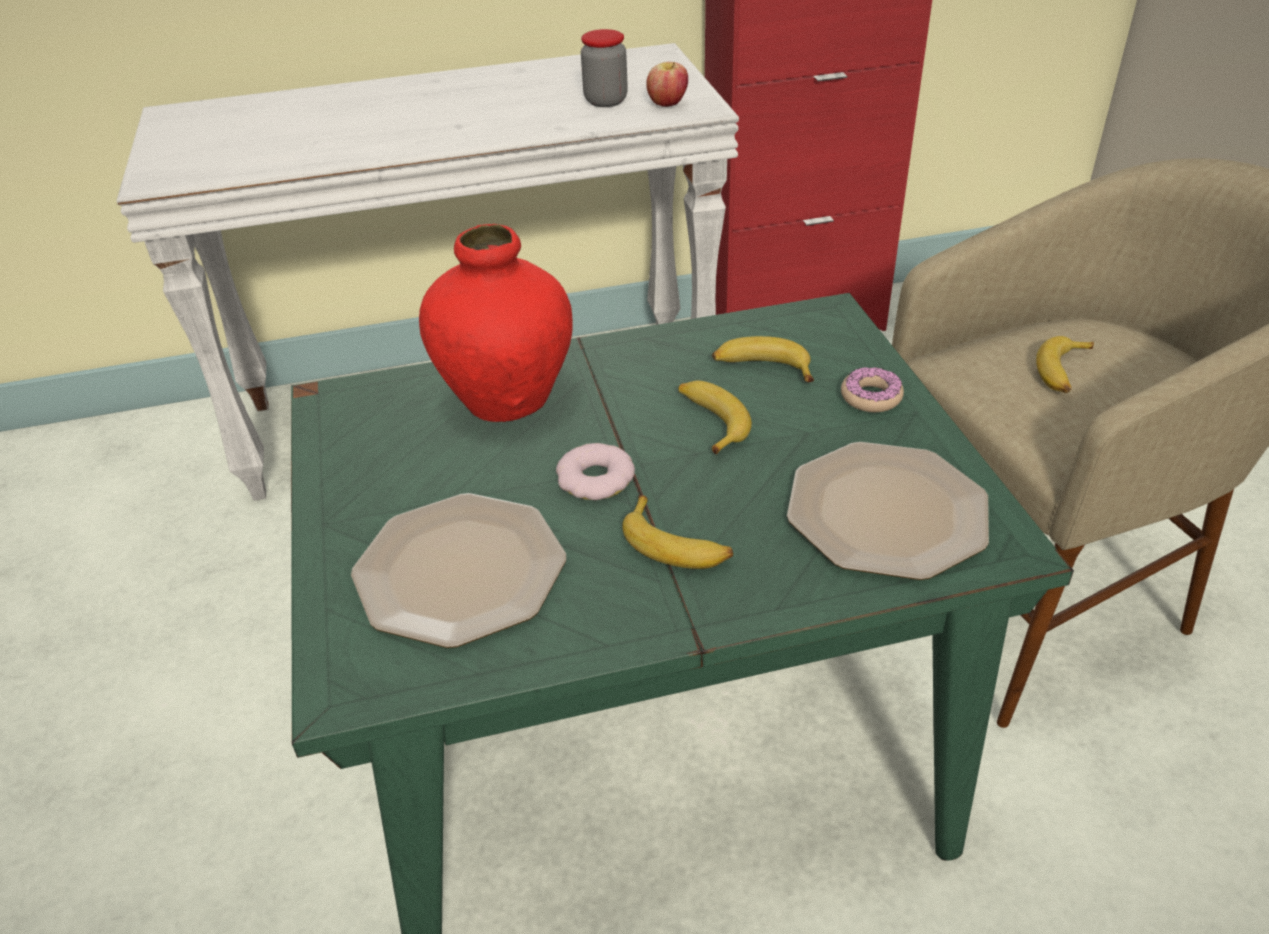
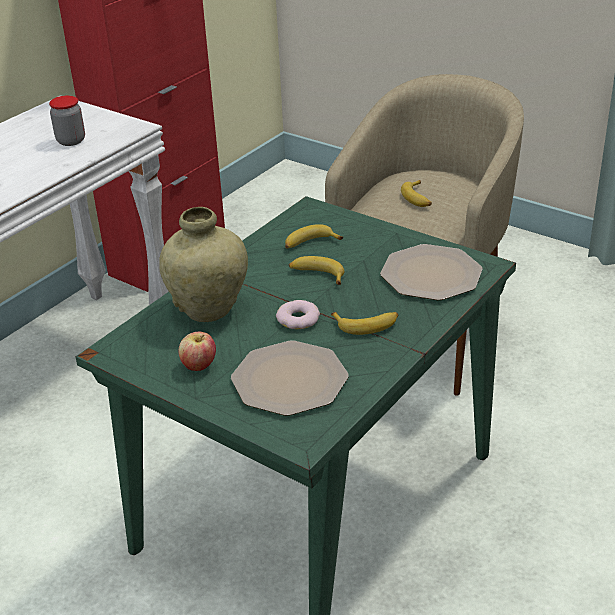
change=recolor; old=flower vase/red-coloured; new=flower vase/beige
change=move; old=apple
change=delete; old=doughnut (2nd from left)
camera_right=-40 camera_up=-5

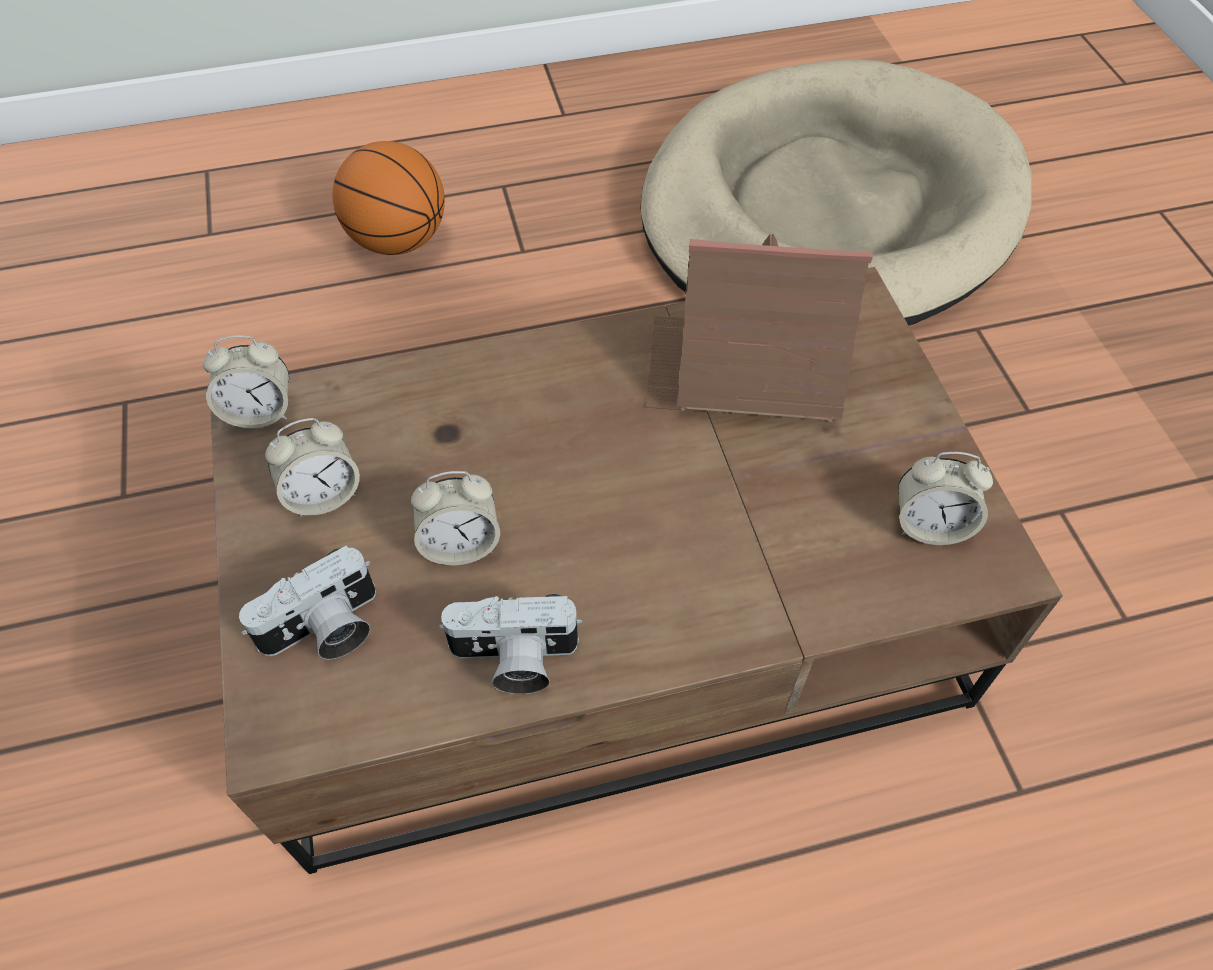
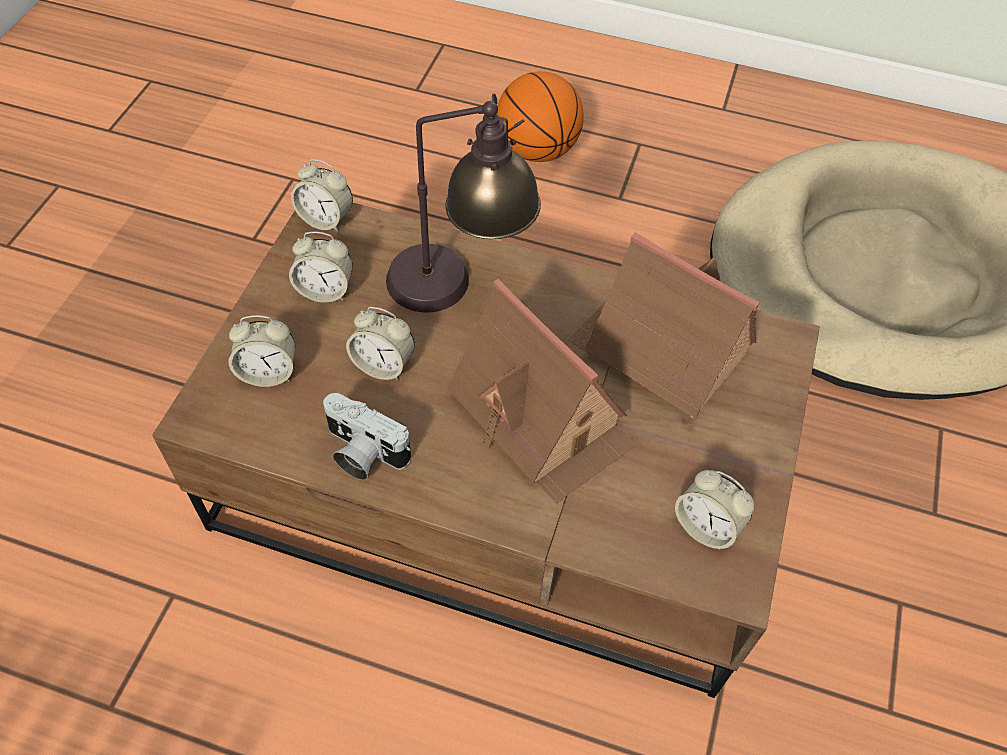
change=replace; old=still camera (1st from left); new=table clock (1st from left)
change=insert; new=lamp for a table
change=insert; new=miniature house (1st from left)
camera_right=30 camera_up=0

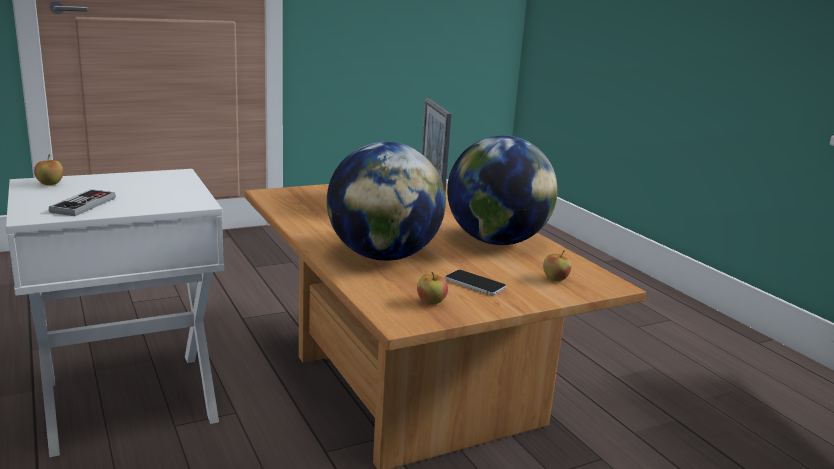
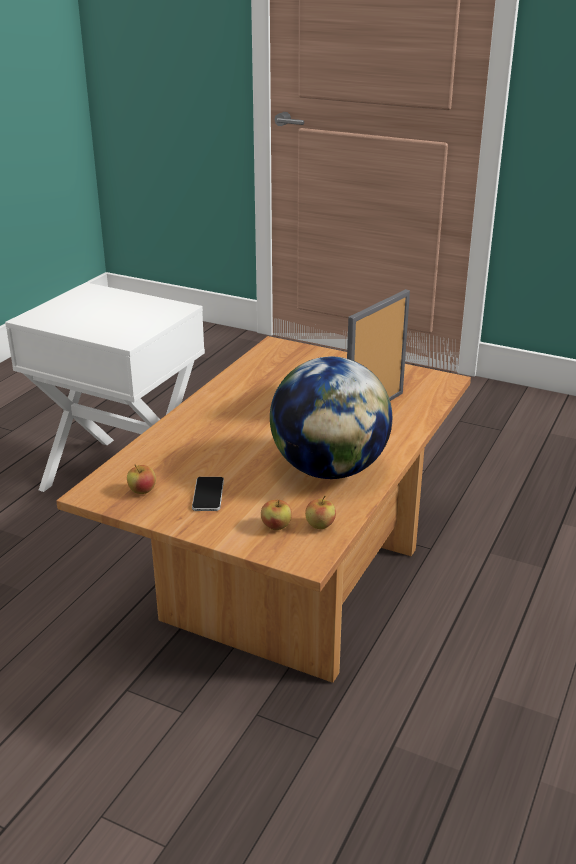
change=move; old=apple (1st from left in the first image); new=apple (3rd from left)
change=delete; old=joypad
change=delete; old=globe (1st from left)
camera_right=55 camera_up=10

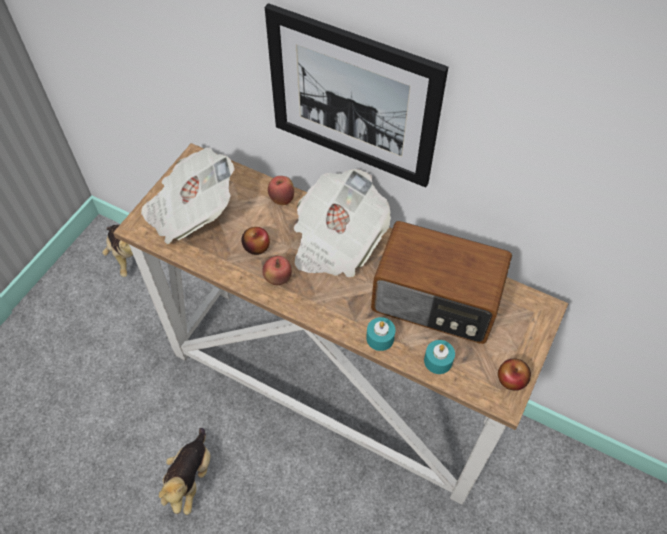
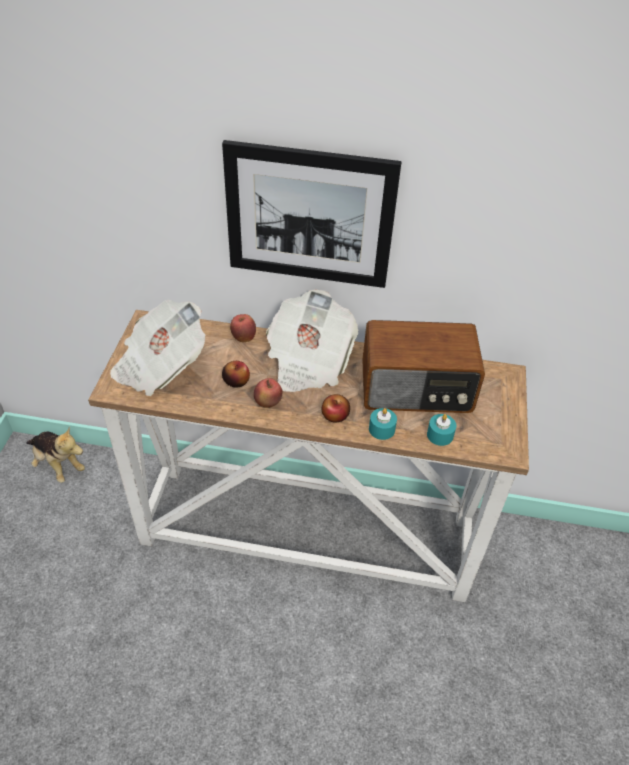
change=delete; old=plush toy (2nd from left)
change=move; old=apple (4th from left)
camera_right=-20 camera_up=-10

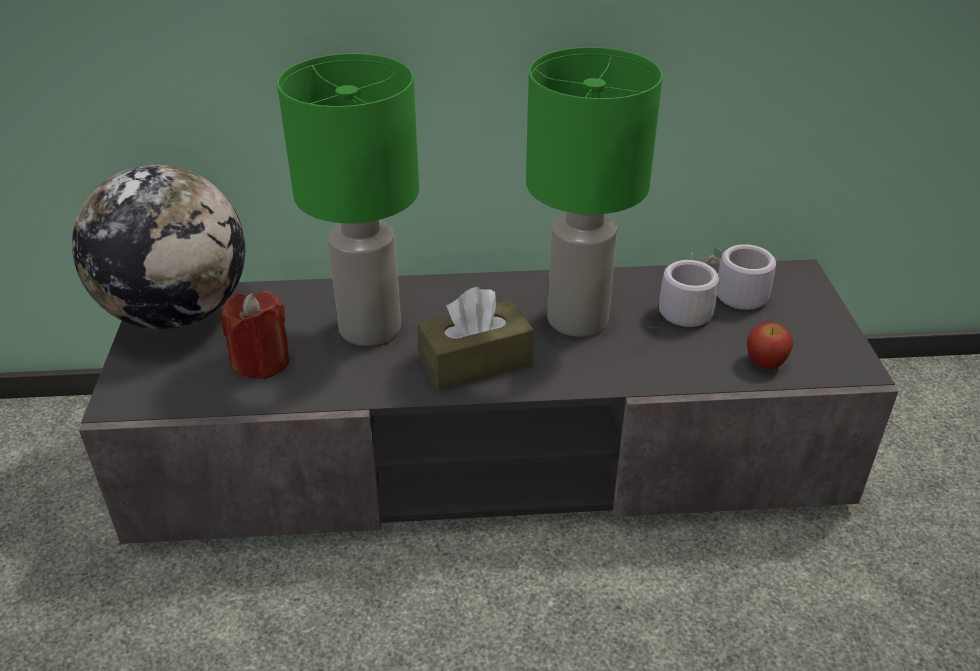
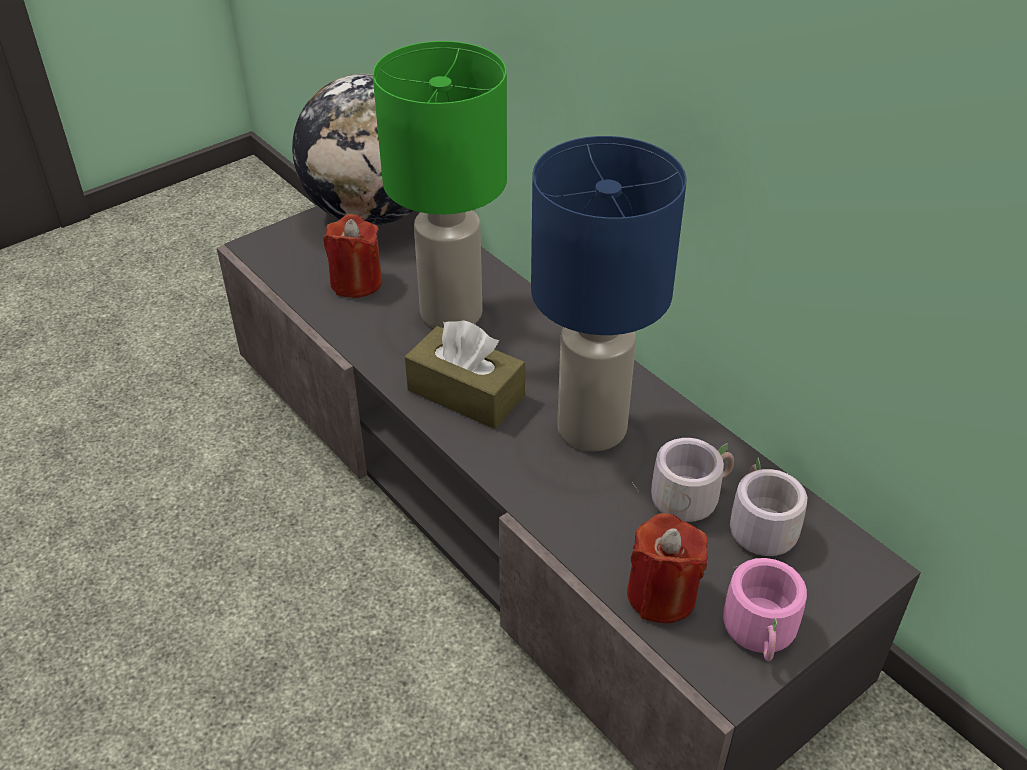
change=recolor; old=lamp for a table/green-coloured (2nd from left); new=lamp for a table/bluish
change=replace; old=apple; new=wax light/red-coloured (2nd from left)
change=insert; new=mug/pink
camera_right=55 camera_up=5

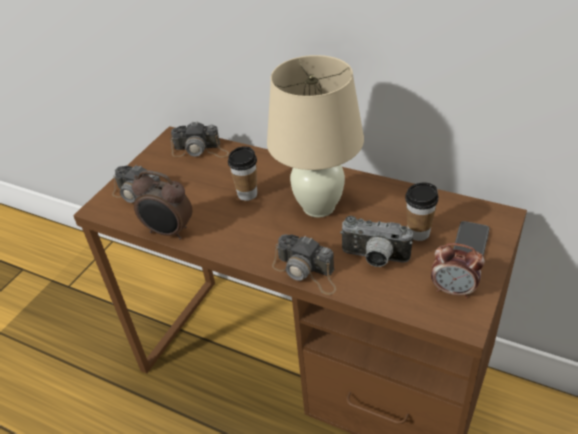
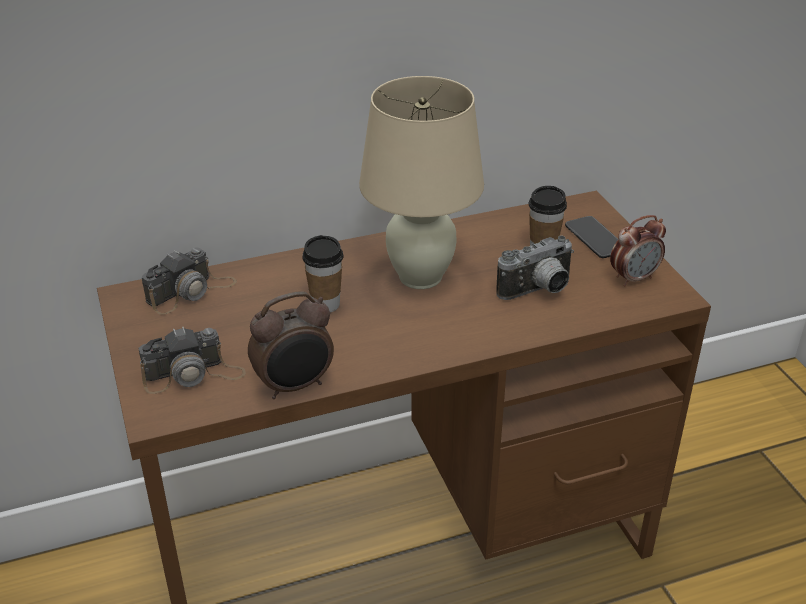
change=delete; old=still camera (3rd from left)
camera_right=-50 camera_up=-5

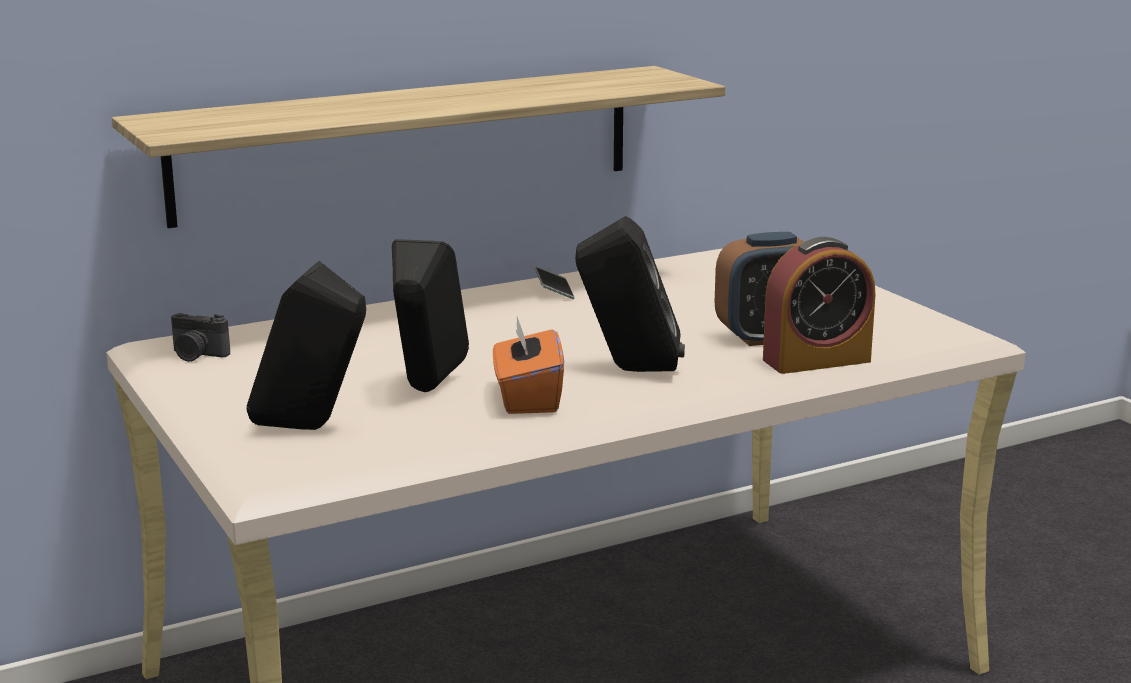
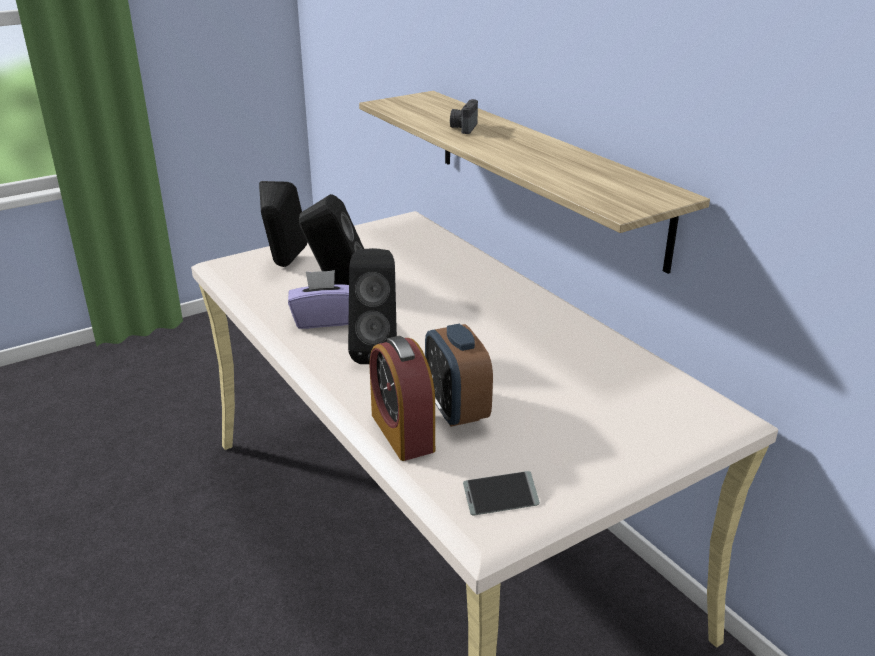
change=move; old=still camera
change=recolor; old=tissue holder/orange-coloured; new=tissue holder/purplish
change=move; old=telephone
camera_right=85 camera_up=10

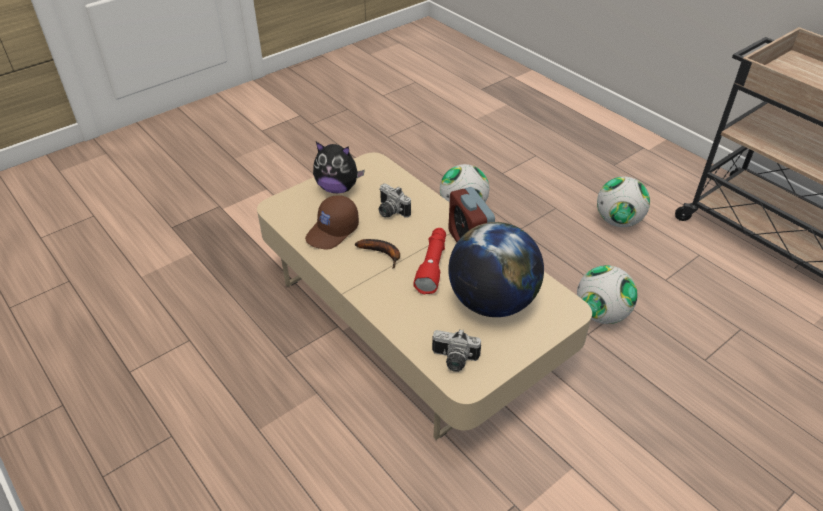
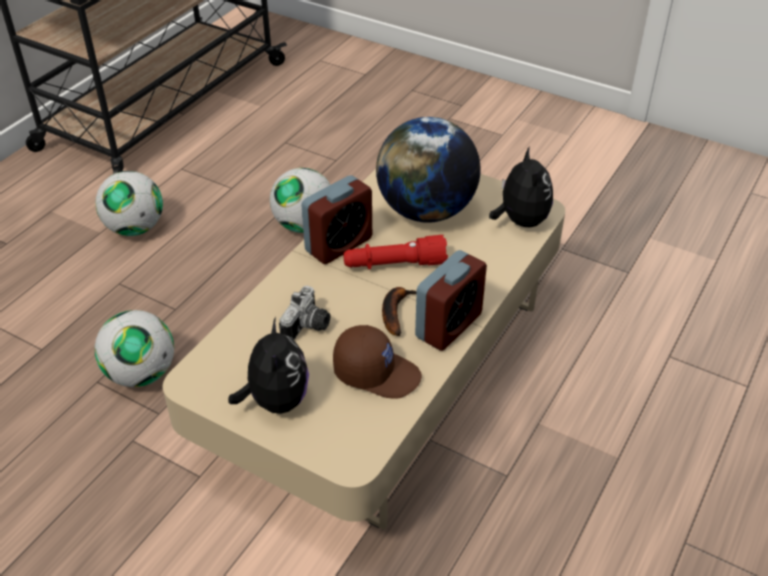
change=replace; old=still camera (2nd from left); new=plush toy (2nd from left)
change=insert; new=table clock (2nd from left)
camera_right=-110 camera_up=0

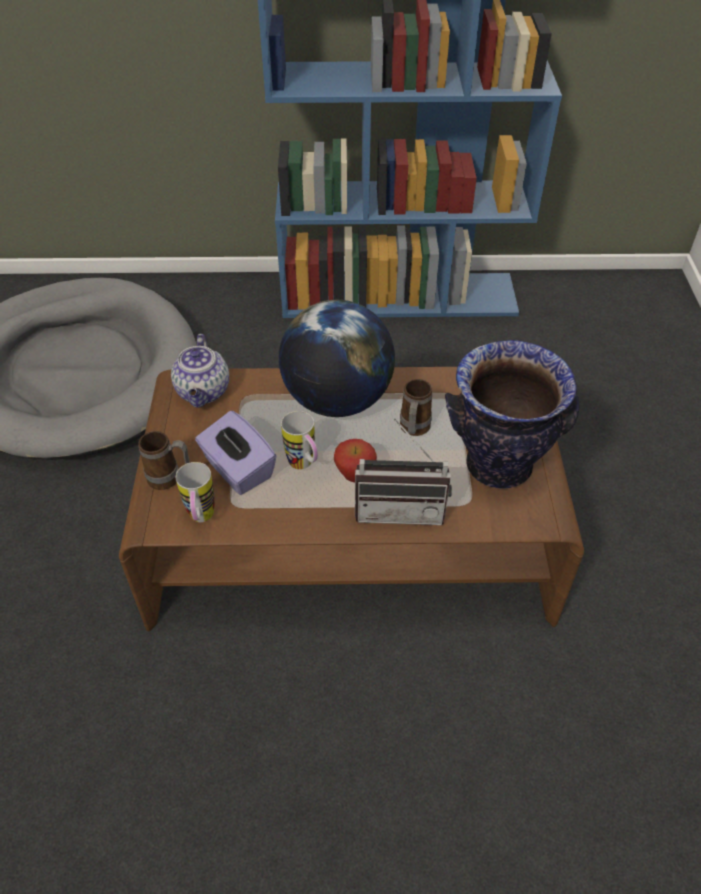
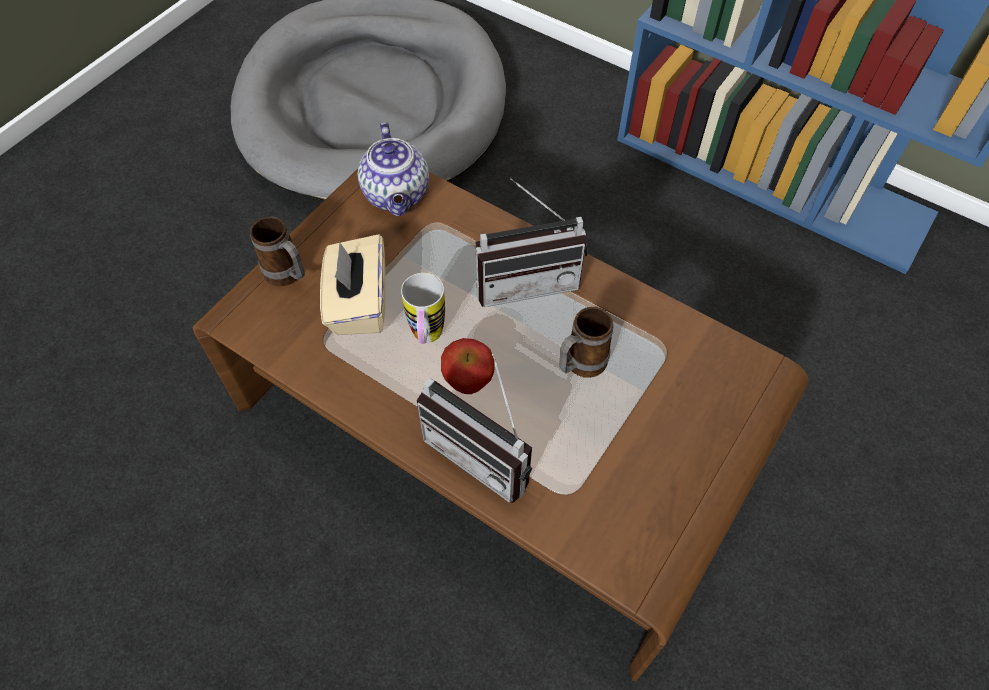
change=rotate; old=pot for tea; degrees=-45
change=delete; old=mug (2nd from left)
change=recolor; old=tissue holder/purplish; new=tissue holder/beige
change=replace; old=globe; new=radio set (2nd from left)
change=delete; old=flower vase
camera_right=35 camera_up=10

